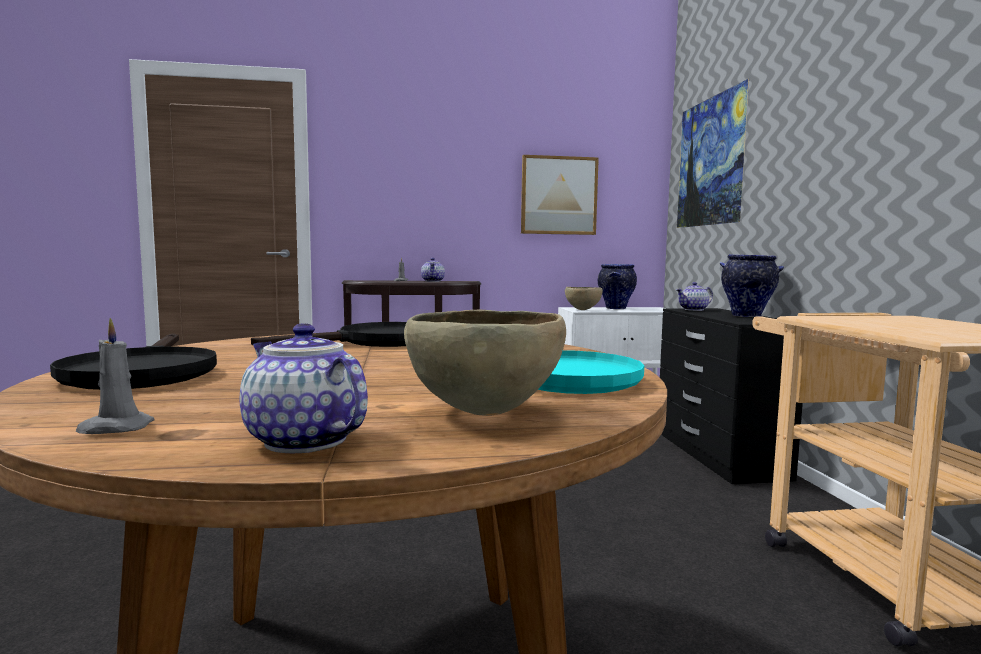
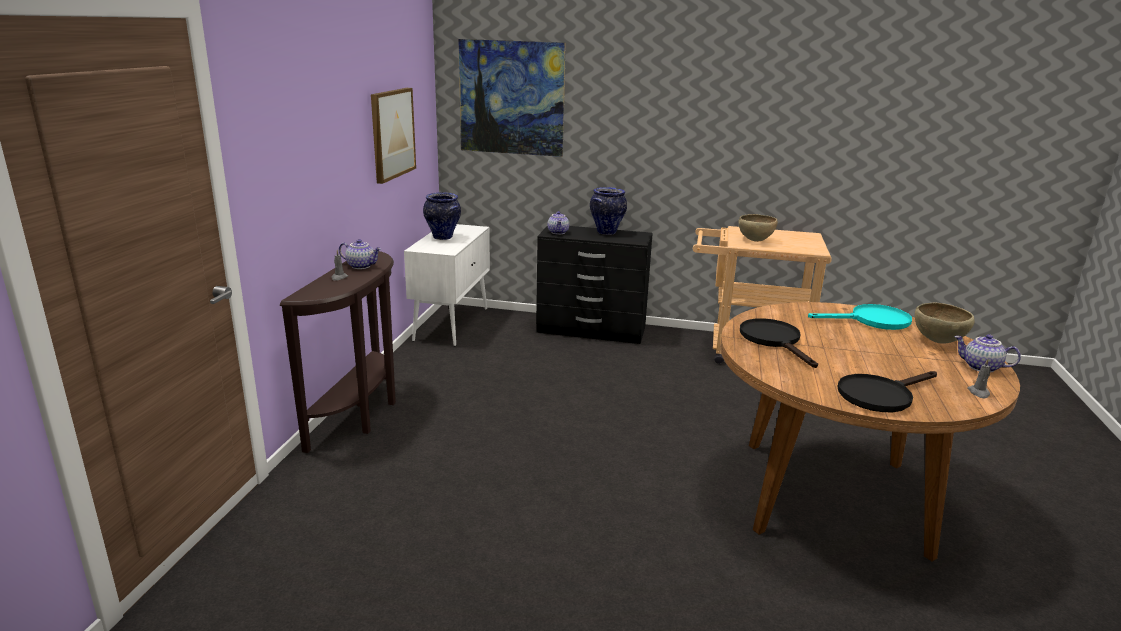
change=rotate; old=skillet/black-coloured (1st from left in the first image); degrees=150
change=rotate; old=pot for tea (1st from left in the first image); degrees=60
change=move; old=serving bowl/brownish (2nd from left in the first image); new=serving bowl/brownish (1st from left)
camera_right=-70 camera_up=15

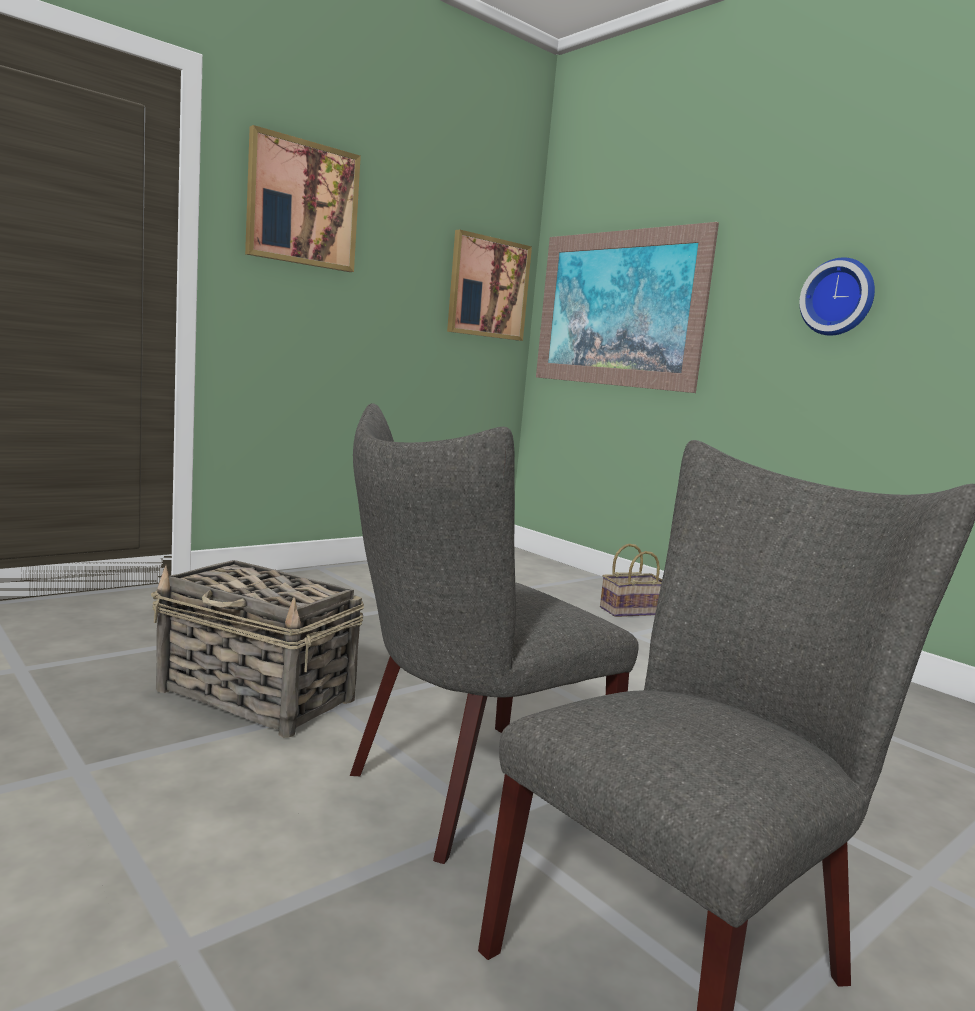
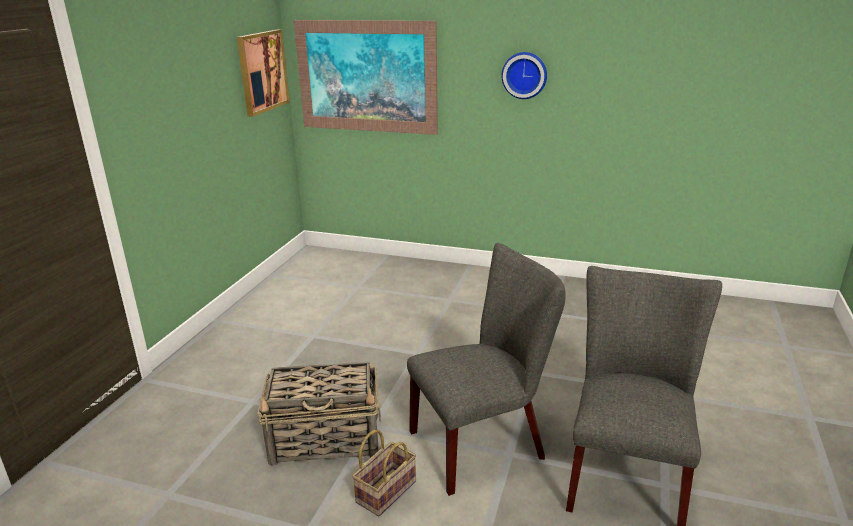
change=delete; old=wall picture (1st from left)
change=rotate; old=upright chair/greyish (1st from left); degrees=-135
change=move; old=basket (2nd from left)
camera_right=-30 camera_up=15

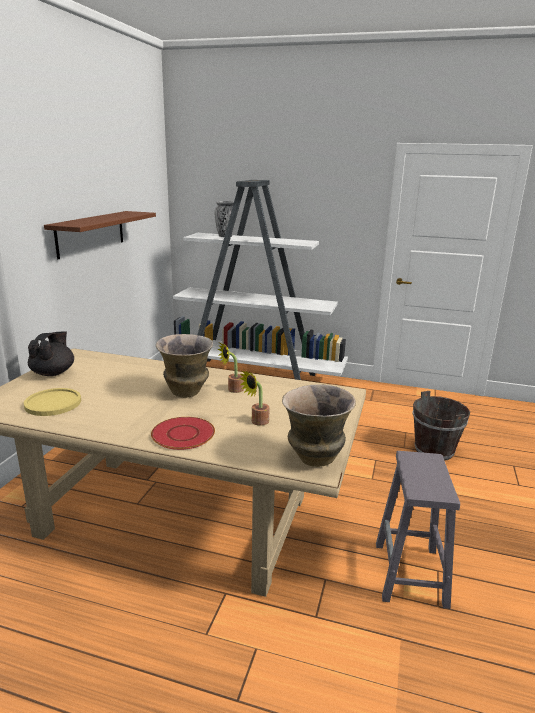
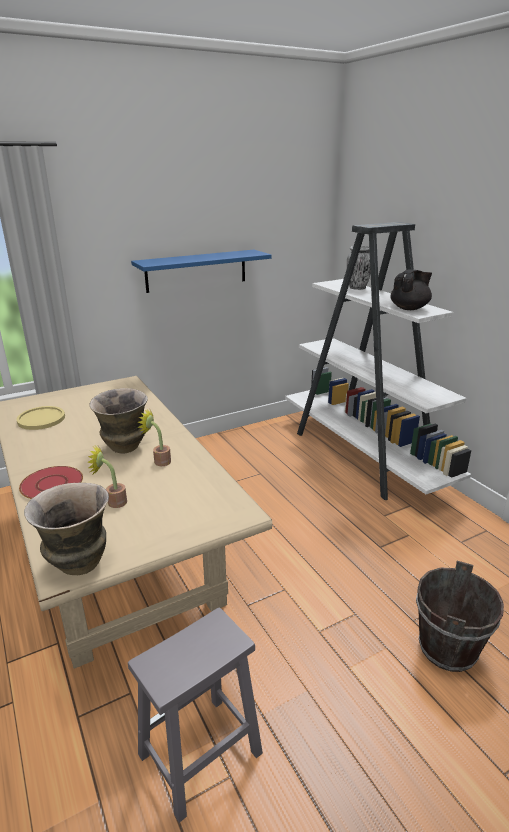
change=move; old=pot for tea/black-coloured
change=recolor; old=shelf/brownish; new=shelf/bluish
camera_right=45 camera_up=5

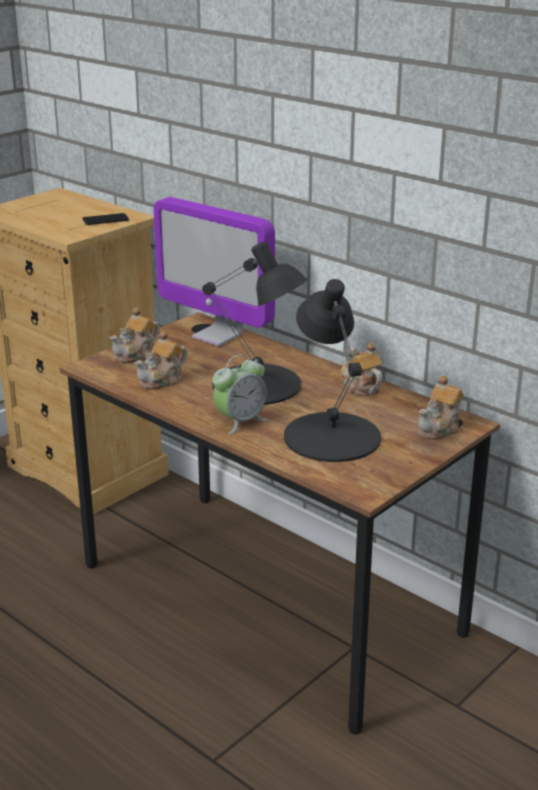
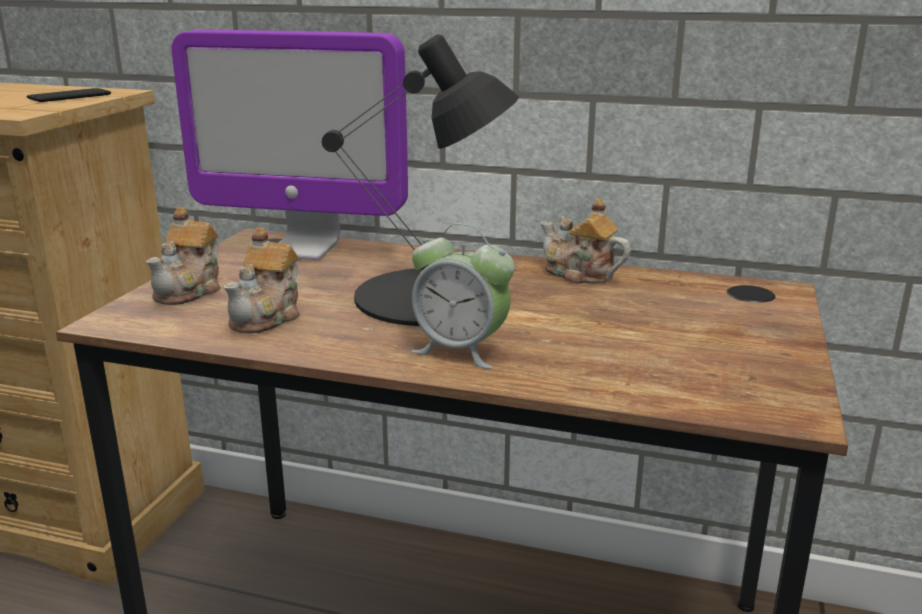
change=rotate; old=table clock; degrees=90
change=delete; old=lamp for a table/black-coloured (2nd from left)
change=delete; old=pot for tea (4th from left)
camera_right=-25 camera_up=-5

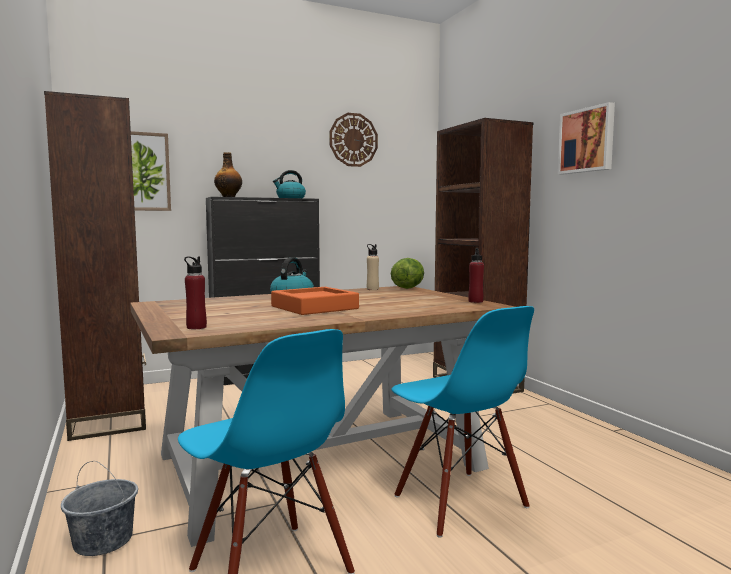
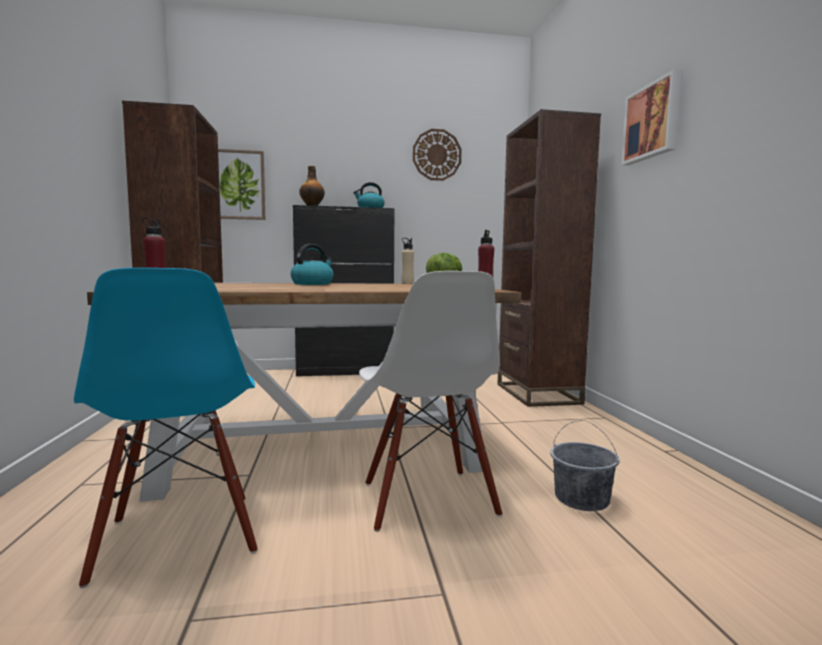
change=move; old=water bucket/greyish
change=delete; old=carrying tray/orange-coloured
change=recolor; old=upright chair/bluish (2nd from left); new=upright chair/white
camera_right=15 camera_up=0

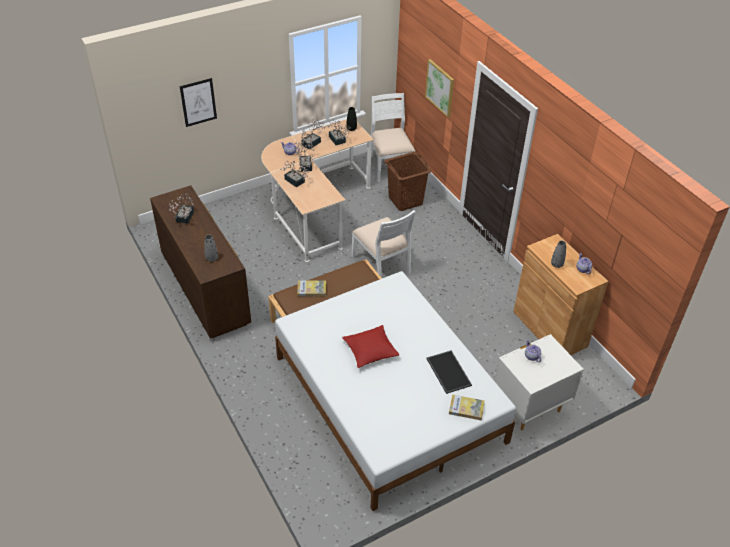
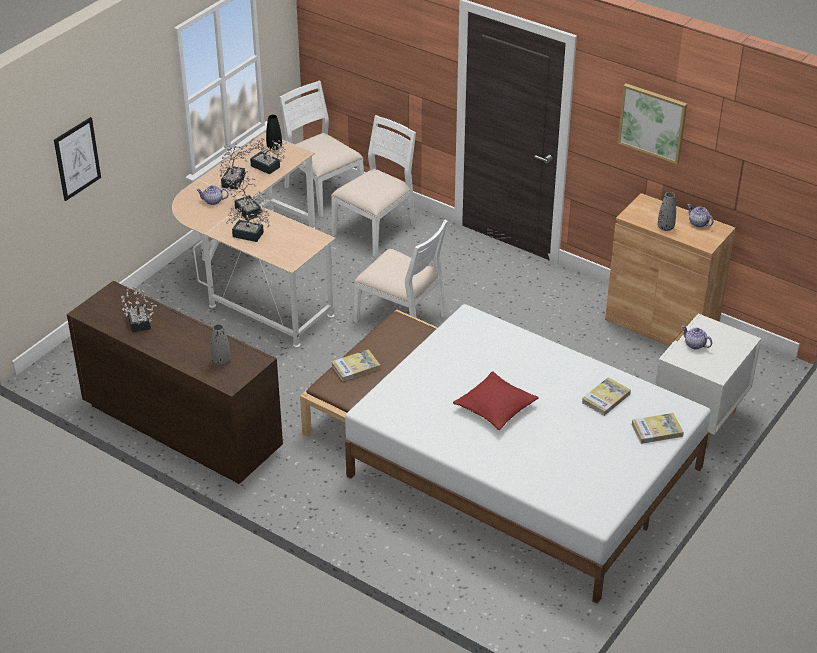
change=replace; old=hamper/brownish; new=upright chair/white (2nd from left)
change=move; old=wall picture (2nd from left)
change=replace; old=carrying tray; new=bound book (2nd from left)
camera_right=-25 camera_up=-5

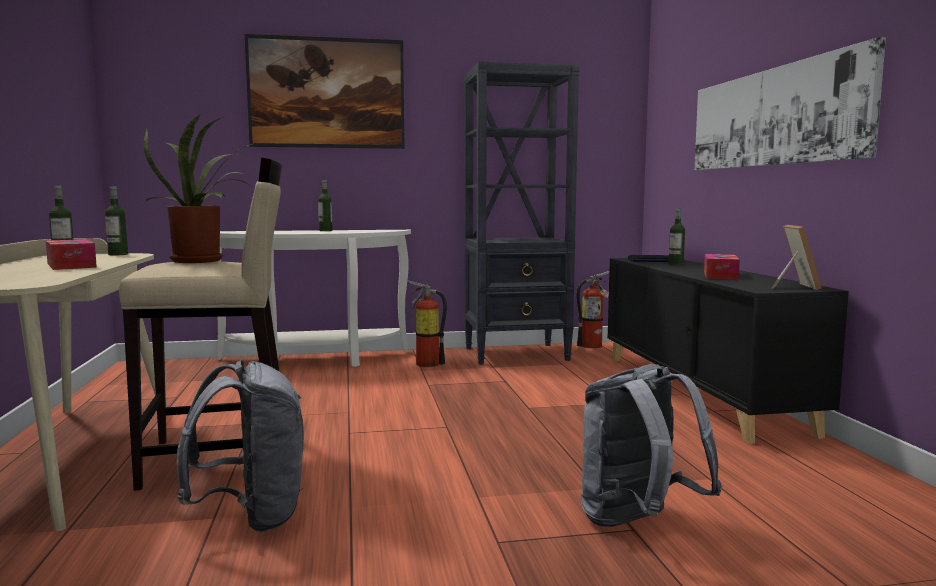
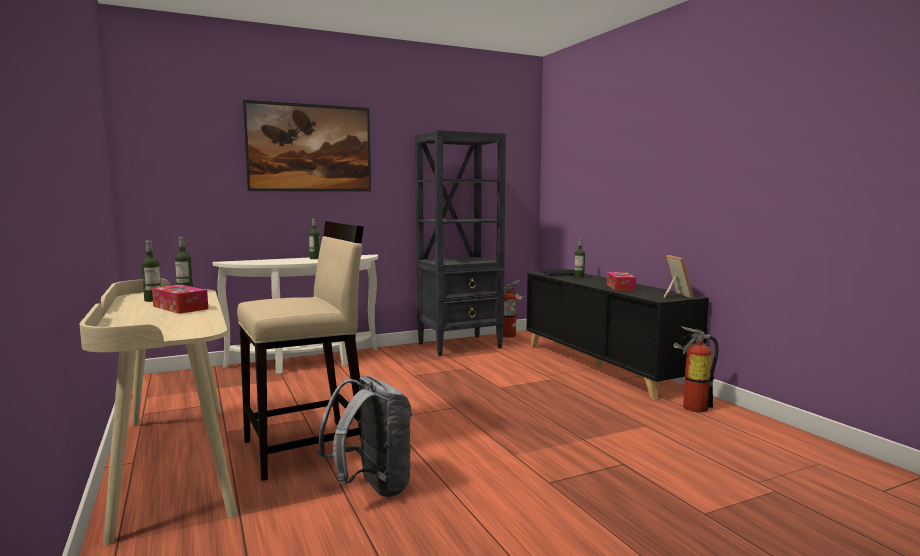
change=delete; old=plant in a pot
change=move; old=fire extinguisher (1st from left in the first image); new=fire extinguisher (2nd from left)
change=delete; old=backpack/greyish (2nd from left)
change=delete; old=wall picture (2nd from left)
camera_right=-15 camera_up=0

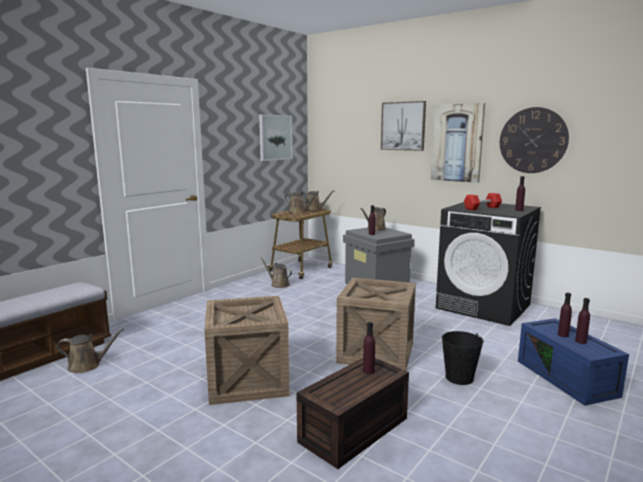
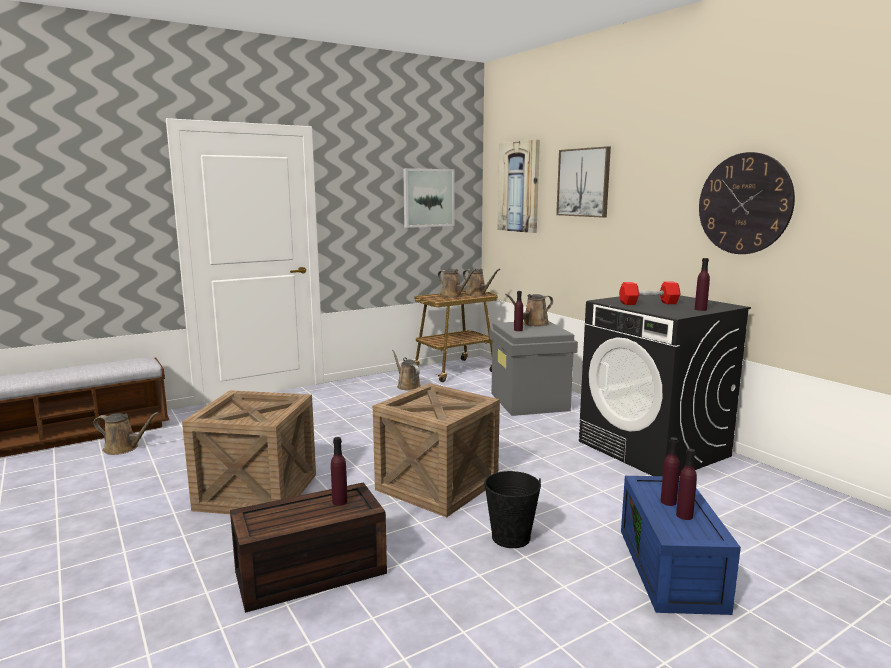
change=move; old=wall picture (3rd from left in the first image); new=wall picture (2nd from left)
camera_right=20 camera_up=0

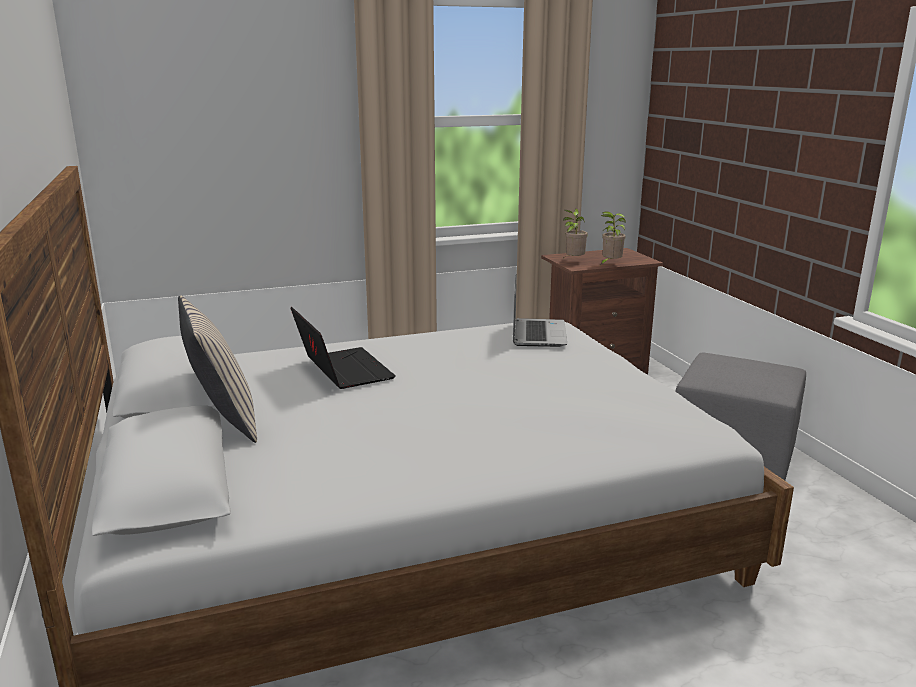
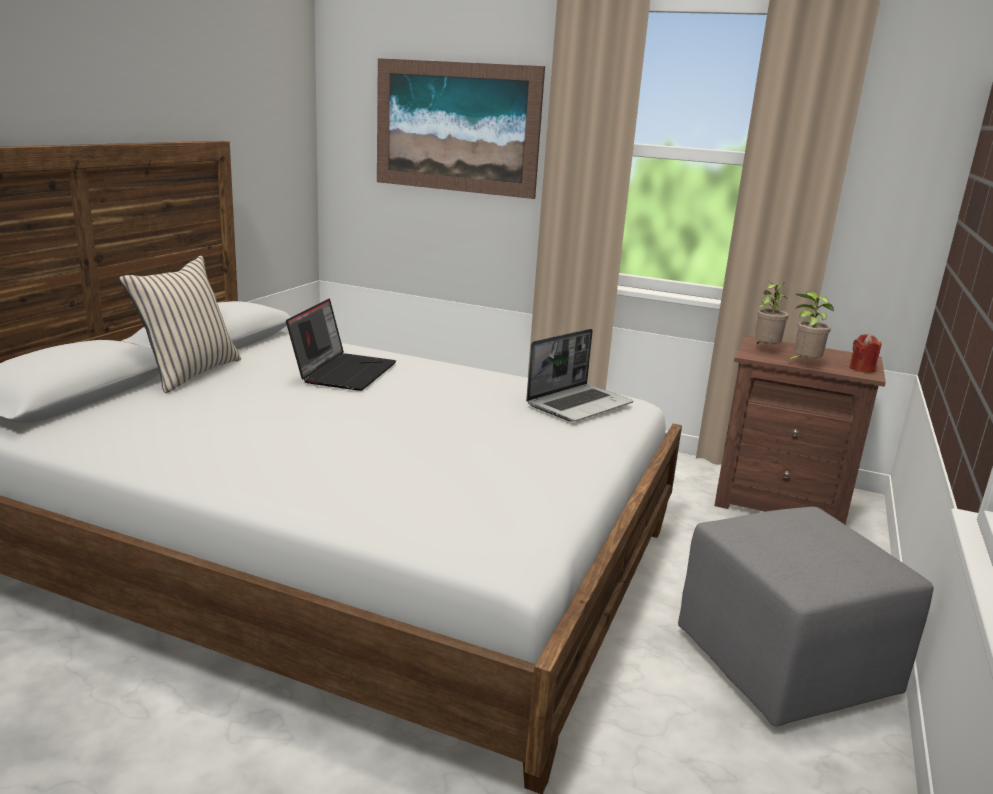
change=insert; new=wall picture
change=insert; new=wax light/red-coloured
camera_right=40 camera_up=0

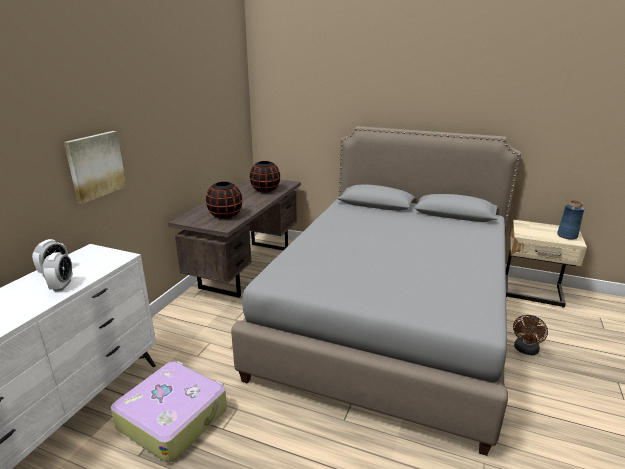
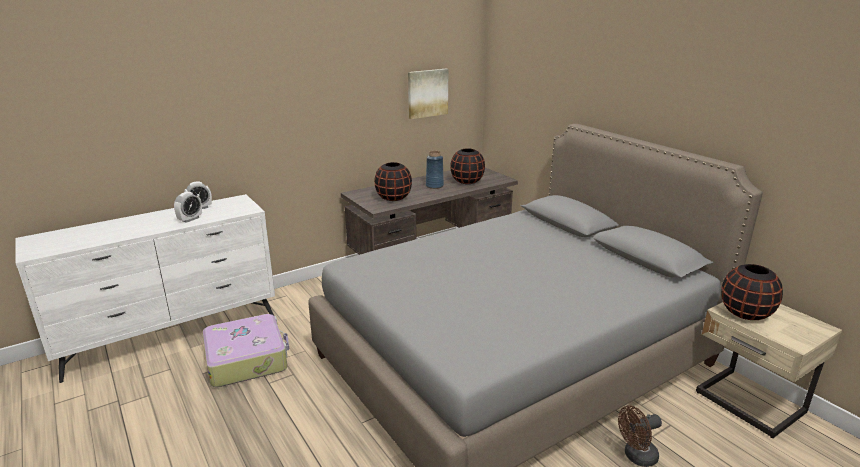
change=move; old=wall picture
change=move; old=flower vase/bluish
change=insert; new=flower vase/black-coloured (3rd from left)
camera_right=35 camera_up=0

